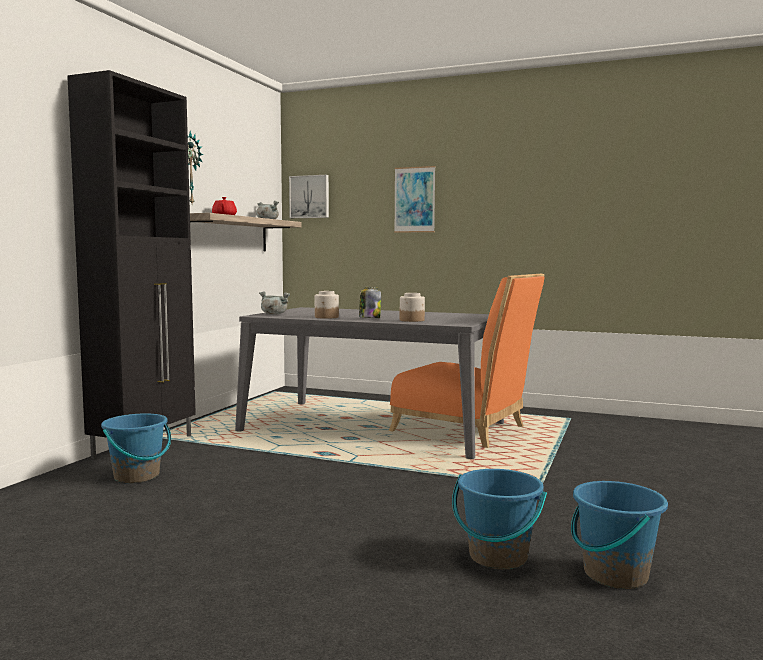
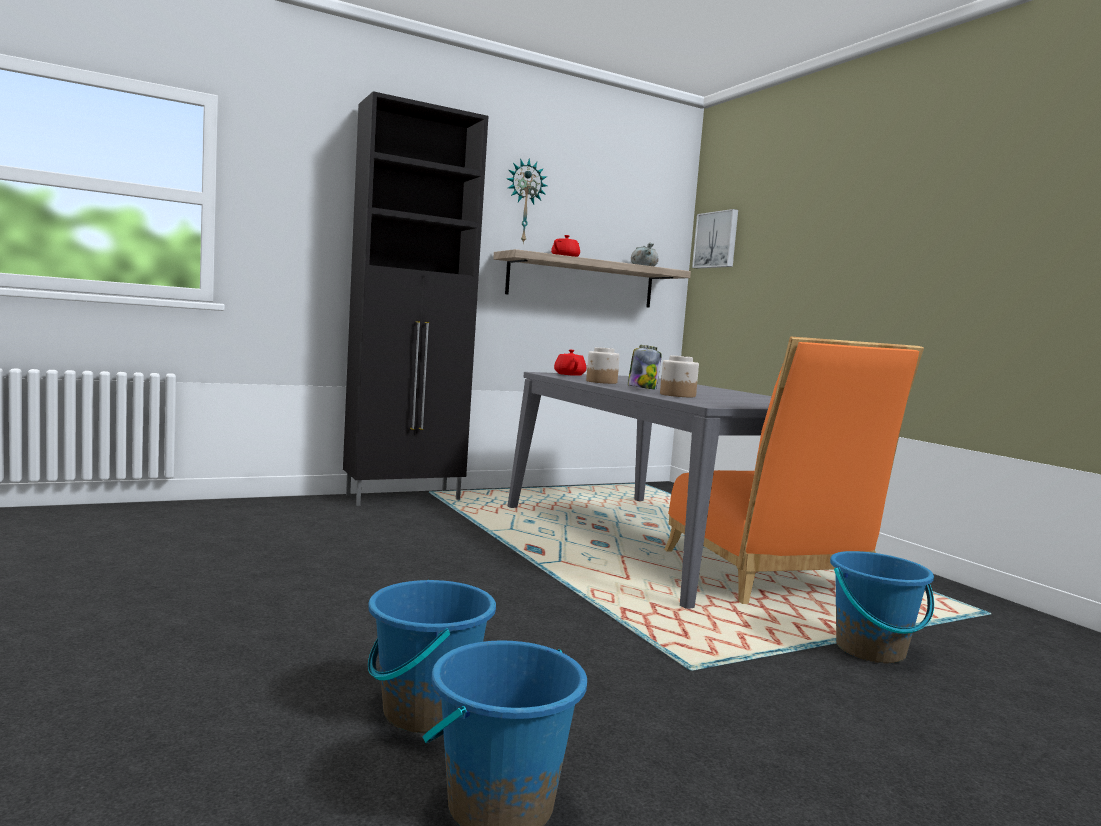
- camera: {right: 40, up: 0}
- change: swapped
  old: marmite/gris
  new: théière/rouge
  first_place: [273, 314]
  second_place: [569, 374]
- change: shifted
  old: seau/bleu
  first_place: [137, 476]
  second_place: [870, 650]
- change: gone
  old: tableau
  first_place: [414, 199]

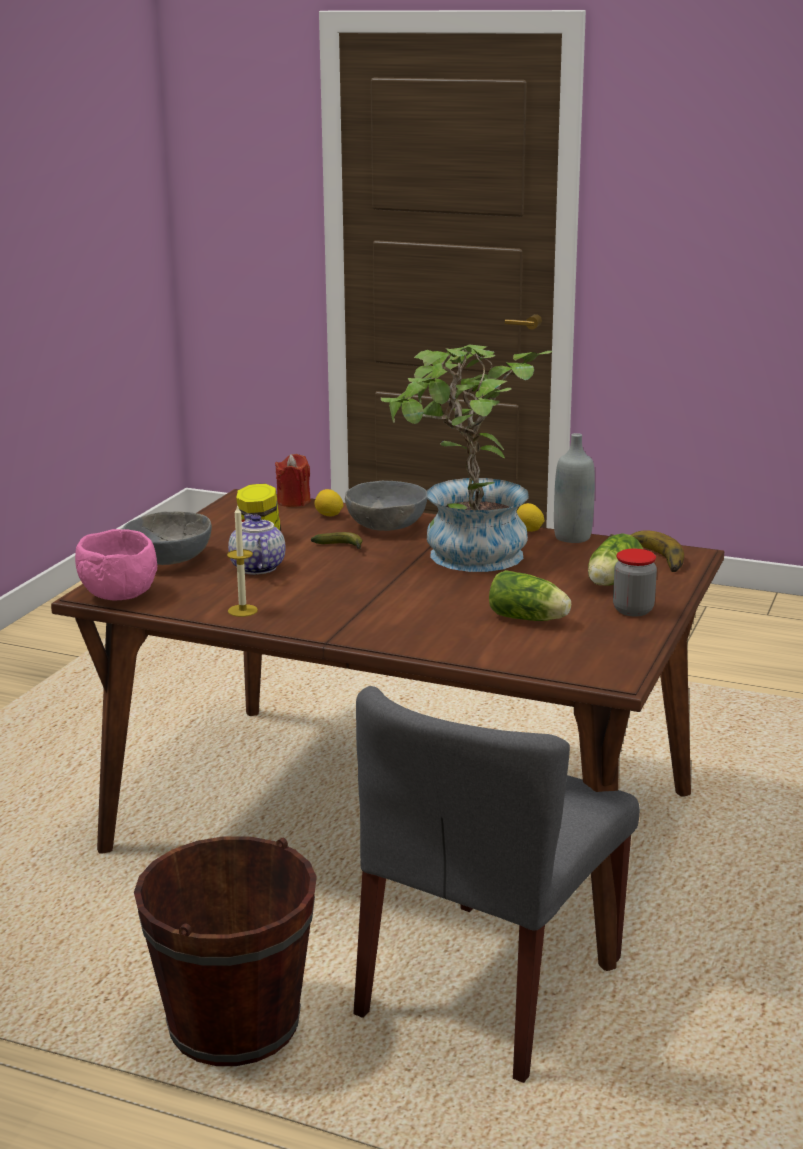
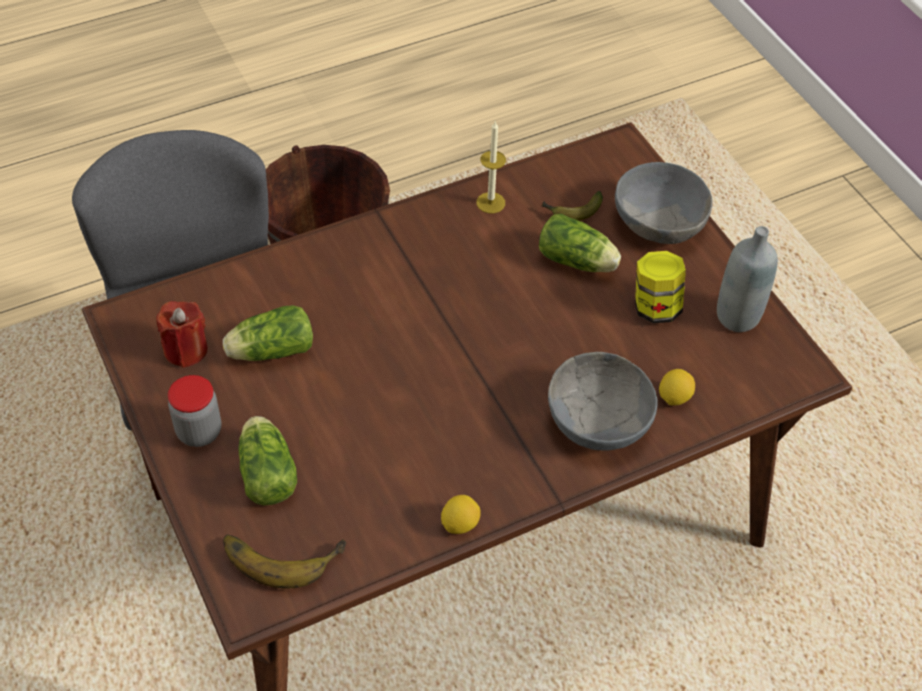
- camera: {right: 130, up: 30}
- change: shifted
  old: bougie/rouge
  first_place: [293, 502]
  second_place: [186, 350]
- change: swapped
  old: théière
  new: laitue
  first_place: [256, 568]
  second_place: [578, 262]
- change: shifted
  old: banane
  first_place: [341, 548]
  second_place: [572, 211]
- change: shifted
  old: bouteille/gris
  first_place: [572, 537]
  second_place: [737, 317]
- change: gone
  old: bol/rose
  first_place: [117, 595]
- change: gone
  old: plante en pot
  first_place: [465, 558]

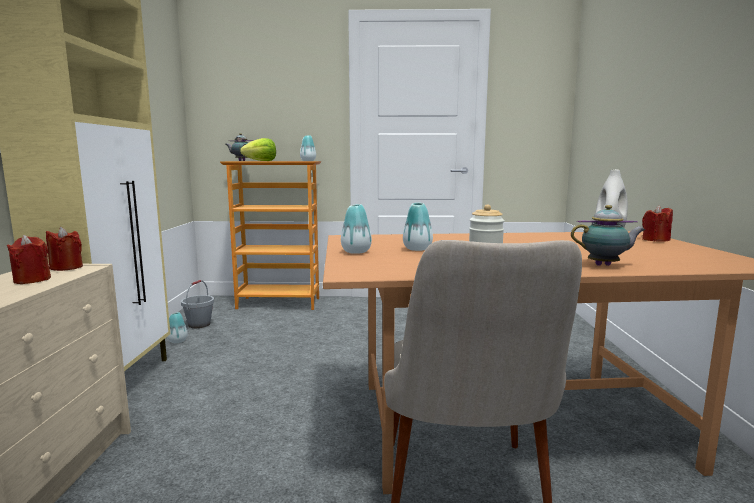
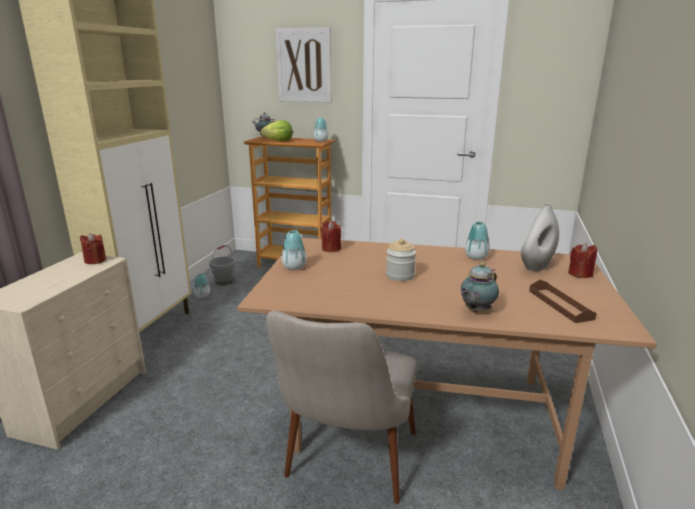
- camera: {right: 15, up: 10}
- change: new
  new: tableau
  second_place: [304, 65]
- change: shifted
  old: bougie/rouge
  first_place: [32, 280]
  second_place: [331, 248]
- change: rotated
  old: théière
  first_place: [605, 265]
  second_place: [475, 311]
  degrees: 120
- change: shifted
  old: vase
  first_place: [417, 249]
  second_place: [476, 257]
- change: new
  new: plateau/marron
  second_place: [560, 304]

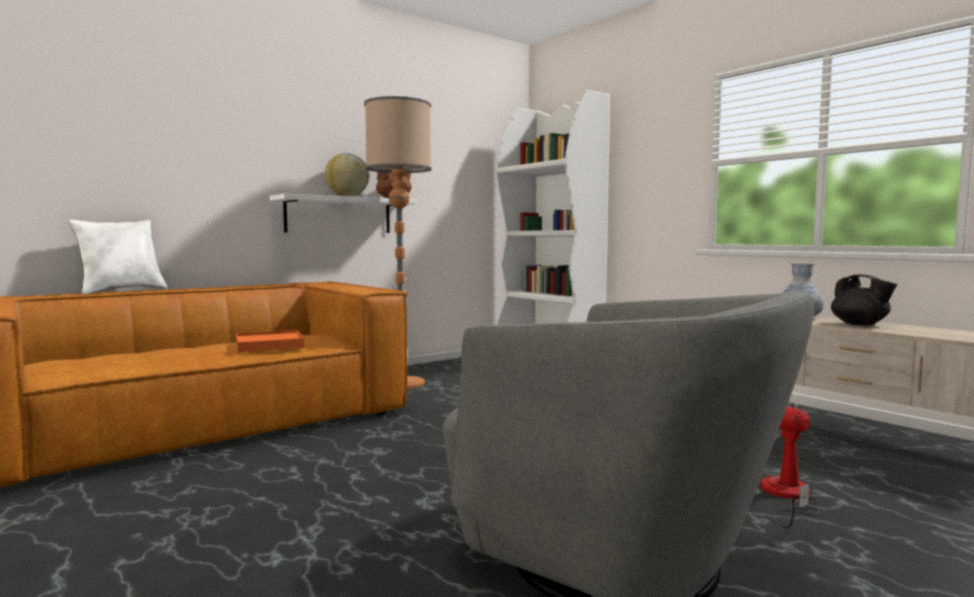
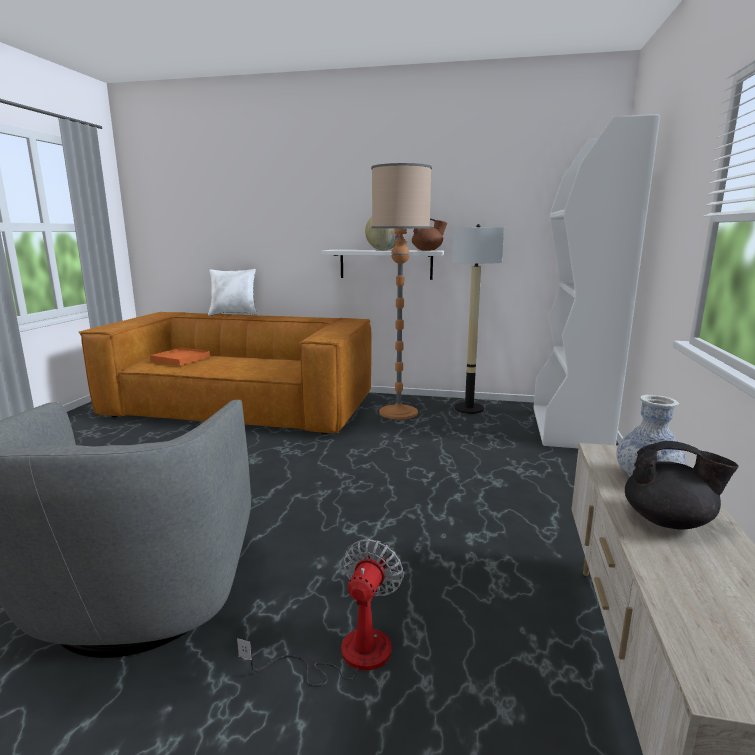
- camera: {right: 50, up: 10}
- change: shifted
  old: plateau/orange
  first_place: [269, 344]
  second_place: [181, 359]
- change: new
  new: lampadaire
  second_place: [469, 409]
- change: rotated
  old: théière/noir
  first_place: [860, 324]
  second_place: [669, 521]
  degrees: -90

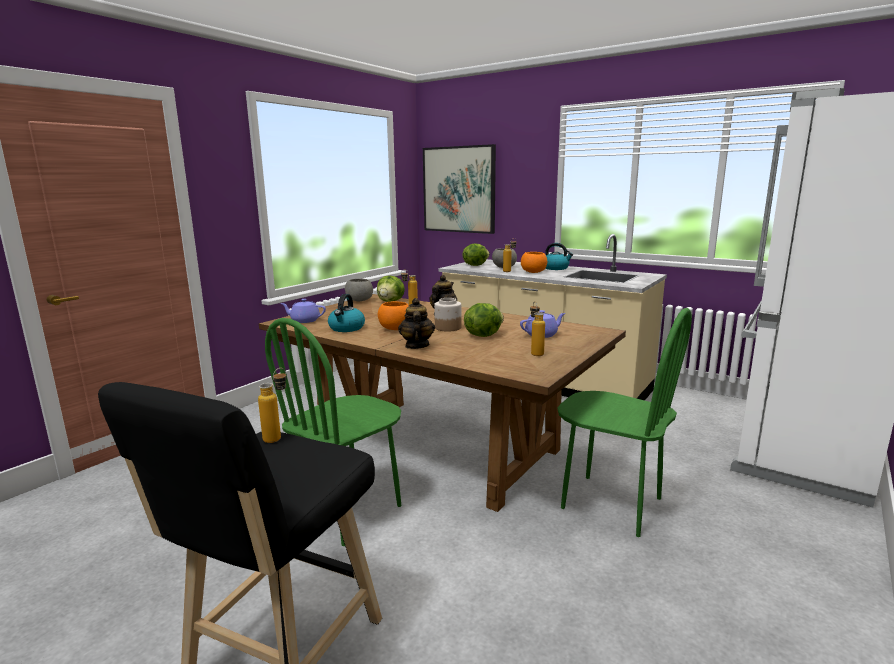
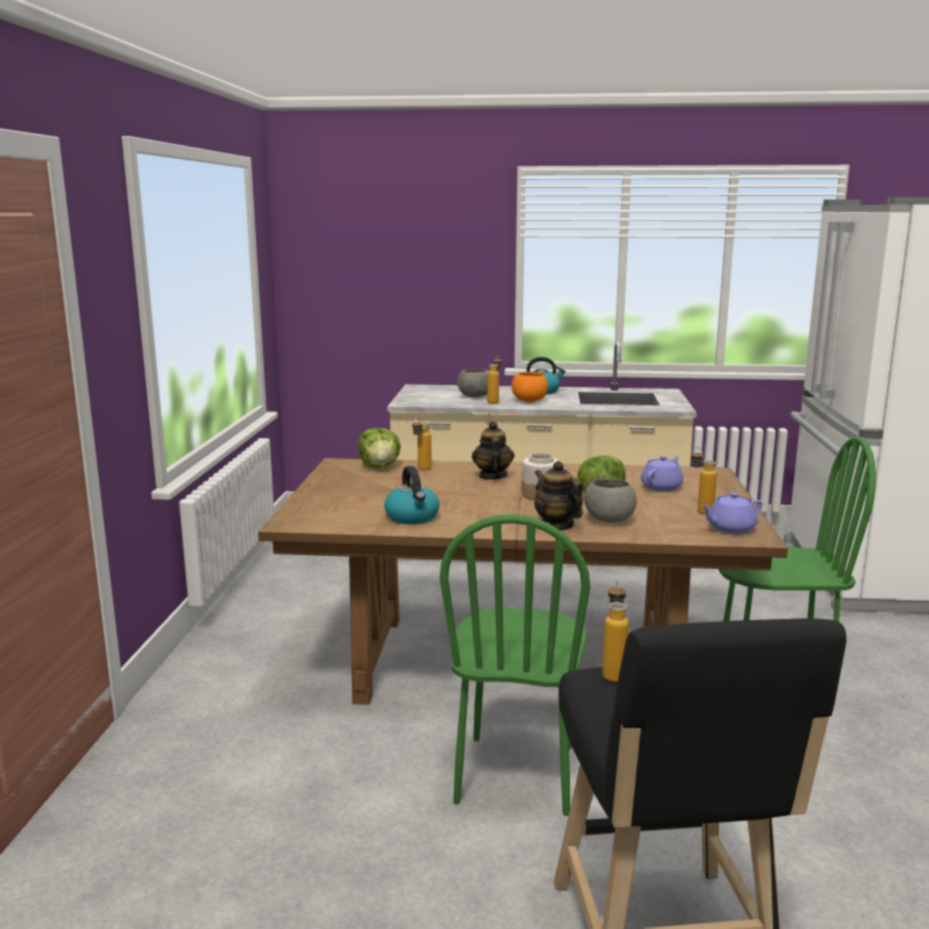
- camera: {right: -30, up: 0}
- change: shifted
  old: bol/gris
  first_place: [359, 300]
  second_place: [608, 520]
- change: shifted
  old: théière/violet
  first_place: [304, 320]
  second_place: [730, 528]
- change: gone
  old: bol/orange
  first_place: [395, 329]
- change: gone
  old: tableau
  first_place: [459, 189]
- change: gone
  old: laitue
  first_place: [475, 265]

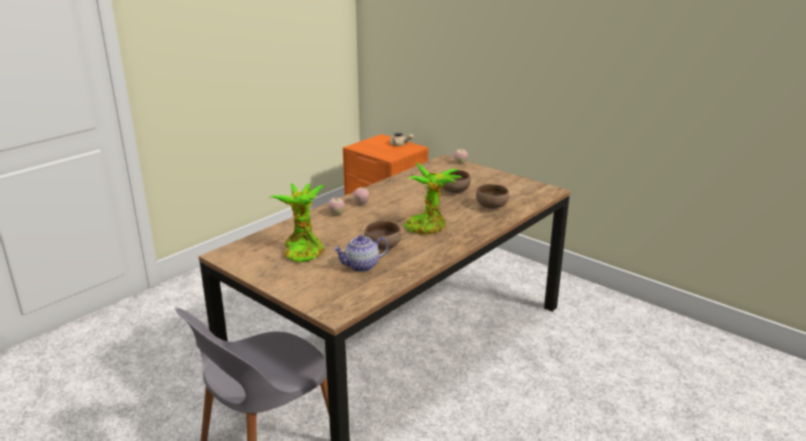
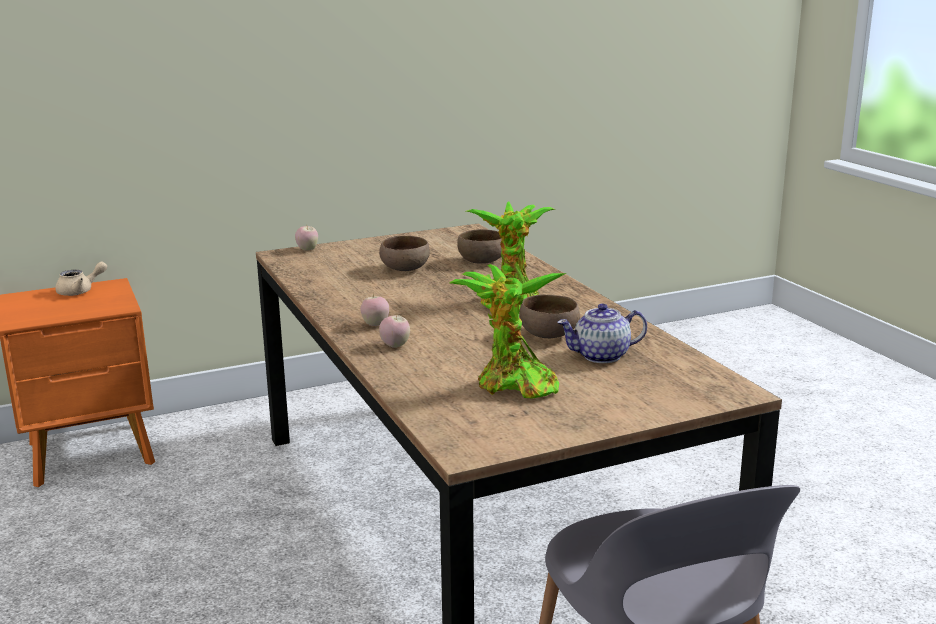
- camera: {right: -65, up: -5}
- change: rotated
  old: théière
  first_place: [361, 266]
  second_place: [601, 356]
  degrees: 75

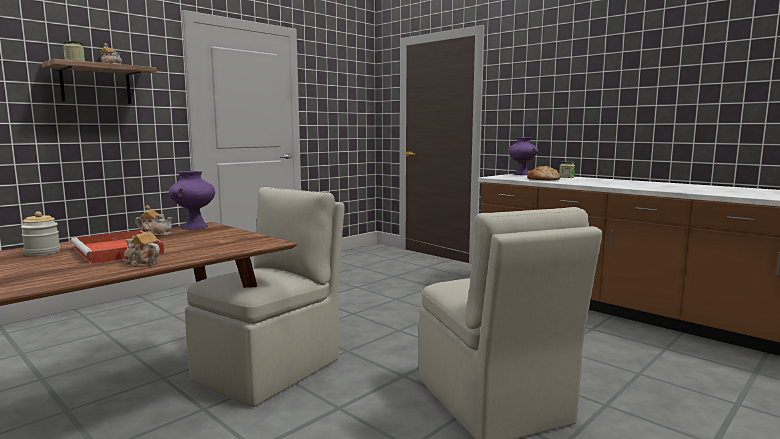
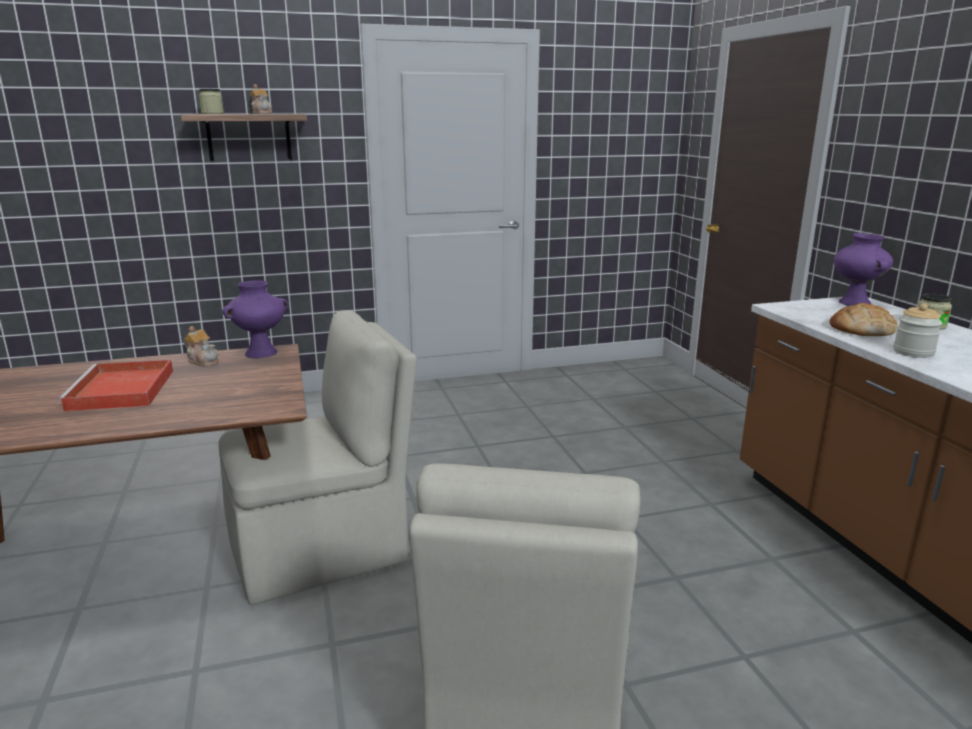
- camera: {right: 30, up: 10}
- change: shifted
  old: bocal
  first_place: [42, 252]
  second_place: [913, 352]
- change: gone
  old: théière
  first_place: [142, 263]

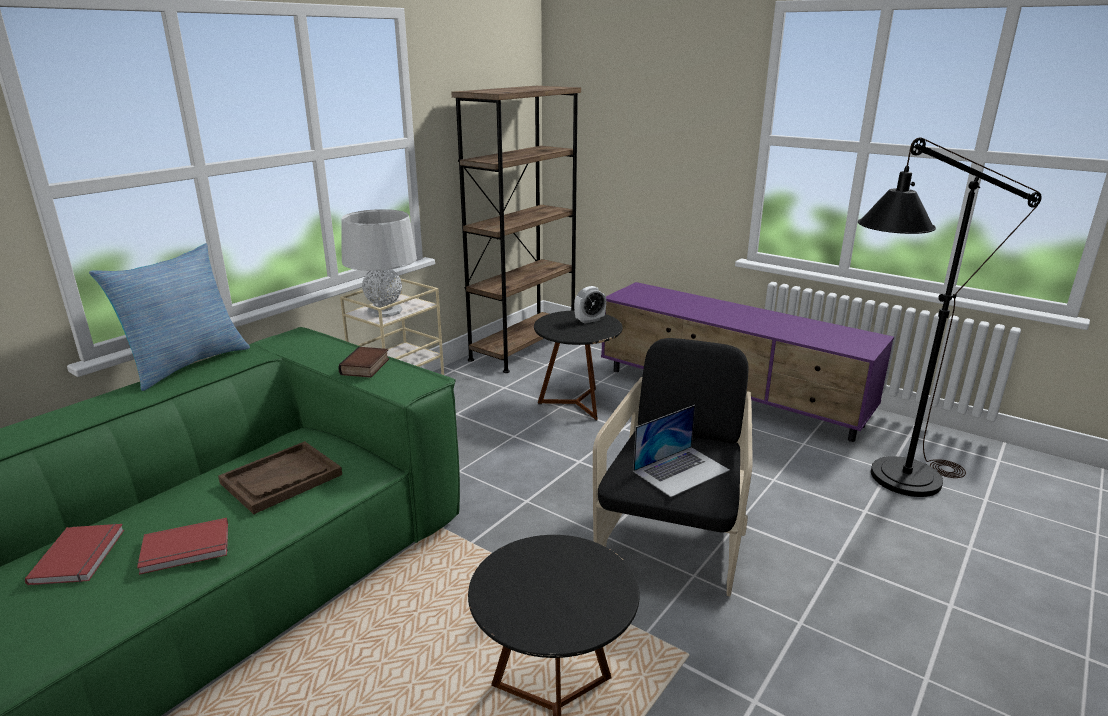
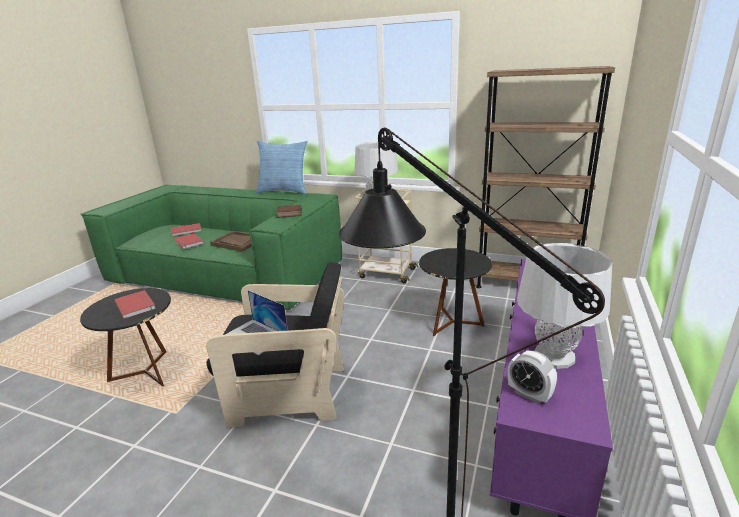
- camera: {right: 75, up: 0}
- change: new
  new: livre/rouge
  second_place: [136, 305]
- change: shifted
  old: réveil
  first_place: [589, 320]
  second_place: [529, 394]
- change: new
  new: lampe de table/gris
  second_place: [554, 356]

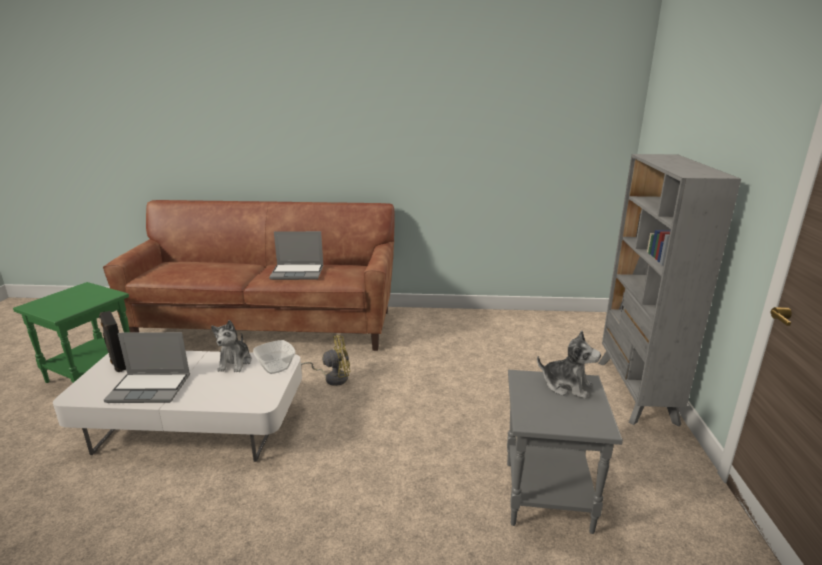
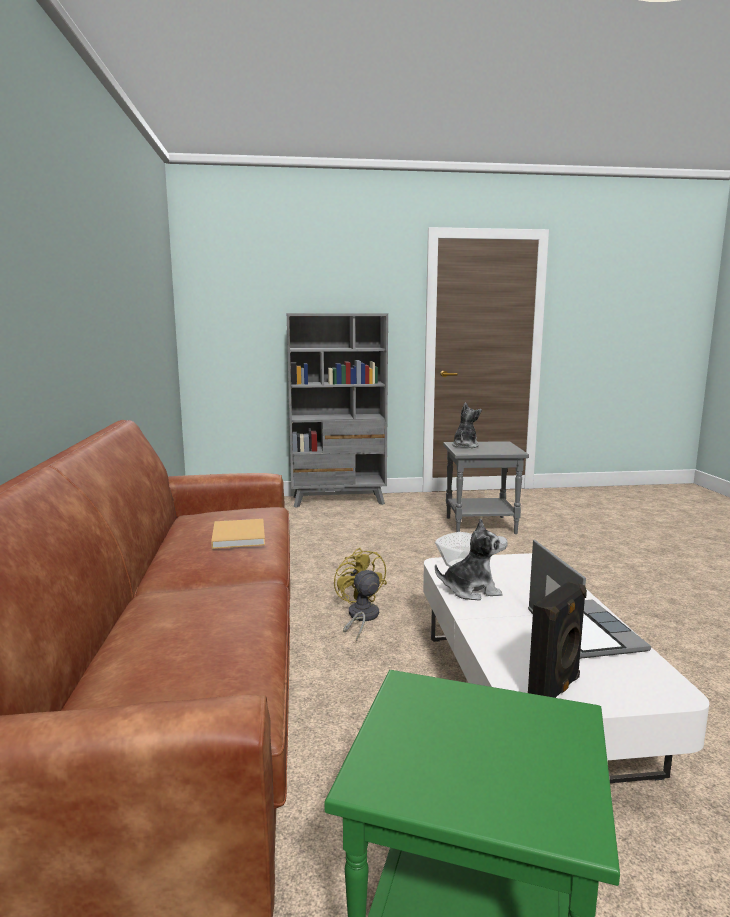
- camera: {right: -100, up: -10}
- change: swapped
  old: ordinateur portable
  new: livre/beige
  first_place: [298, 272]
  second_place: [239, 535]

